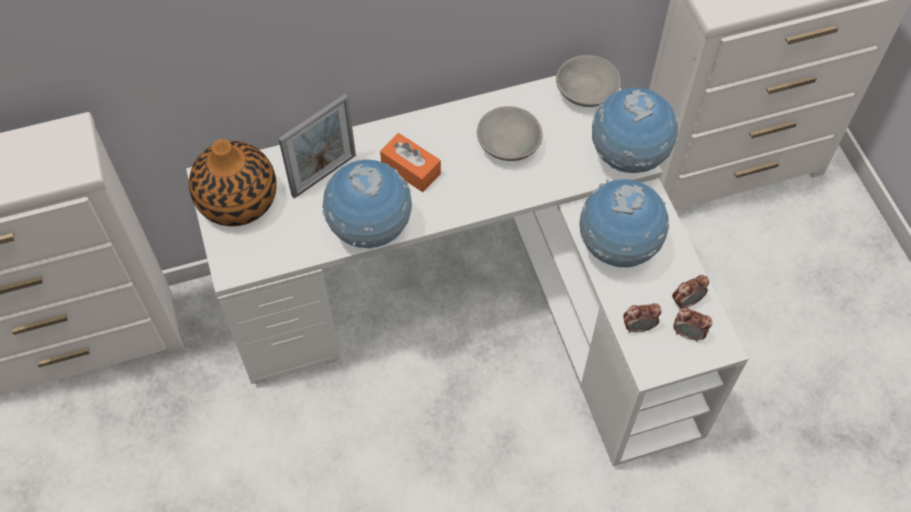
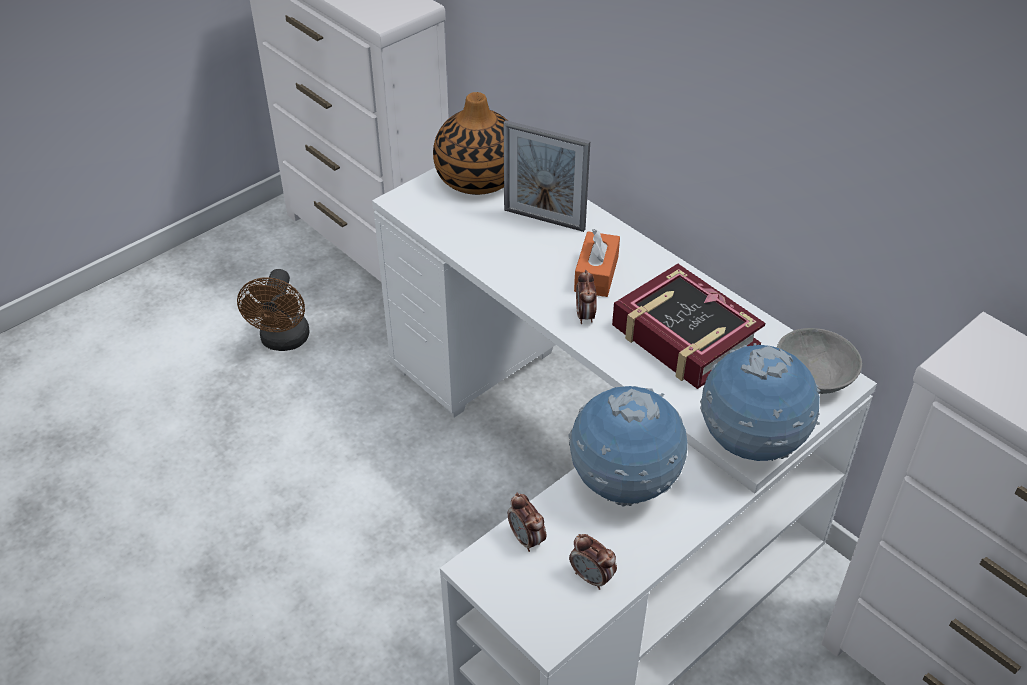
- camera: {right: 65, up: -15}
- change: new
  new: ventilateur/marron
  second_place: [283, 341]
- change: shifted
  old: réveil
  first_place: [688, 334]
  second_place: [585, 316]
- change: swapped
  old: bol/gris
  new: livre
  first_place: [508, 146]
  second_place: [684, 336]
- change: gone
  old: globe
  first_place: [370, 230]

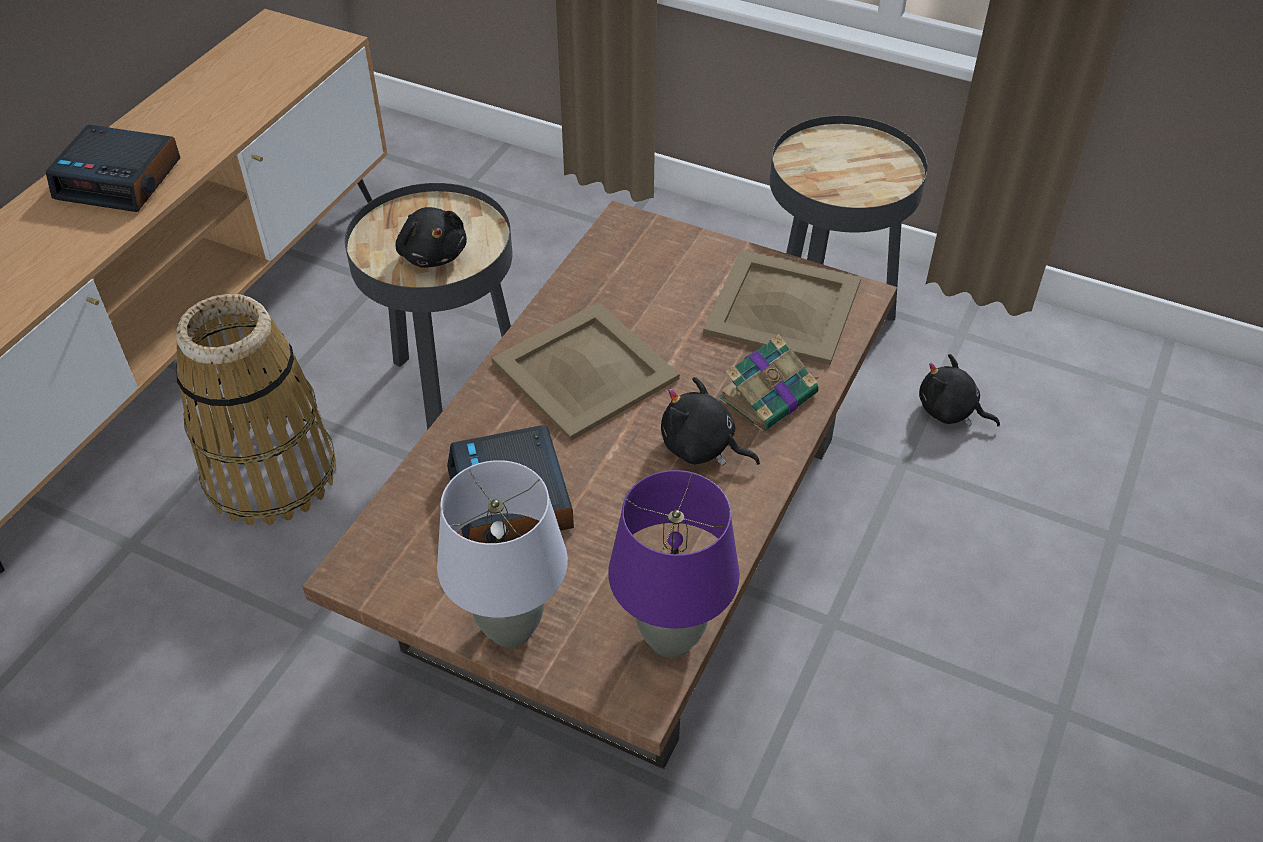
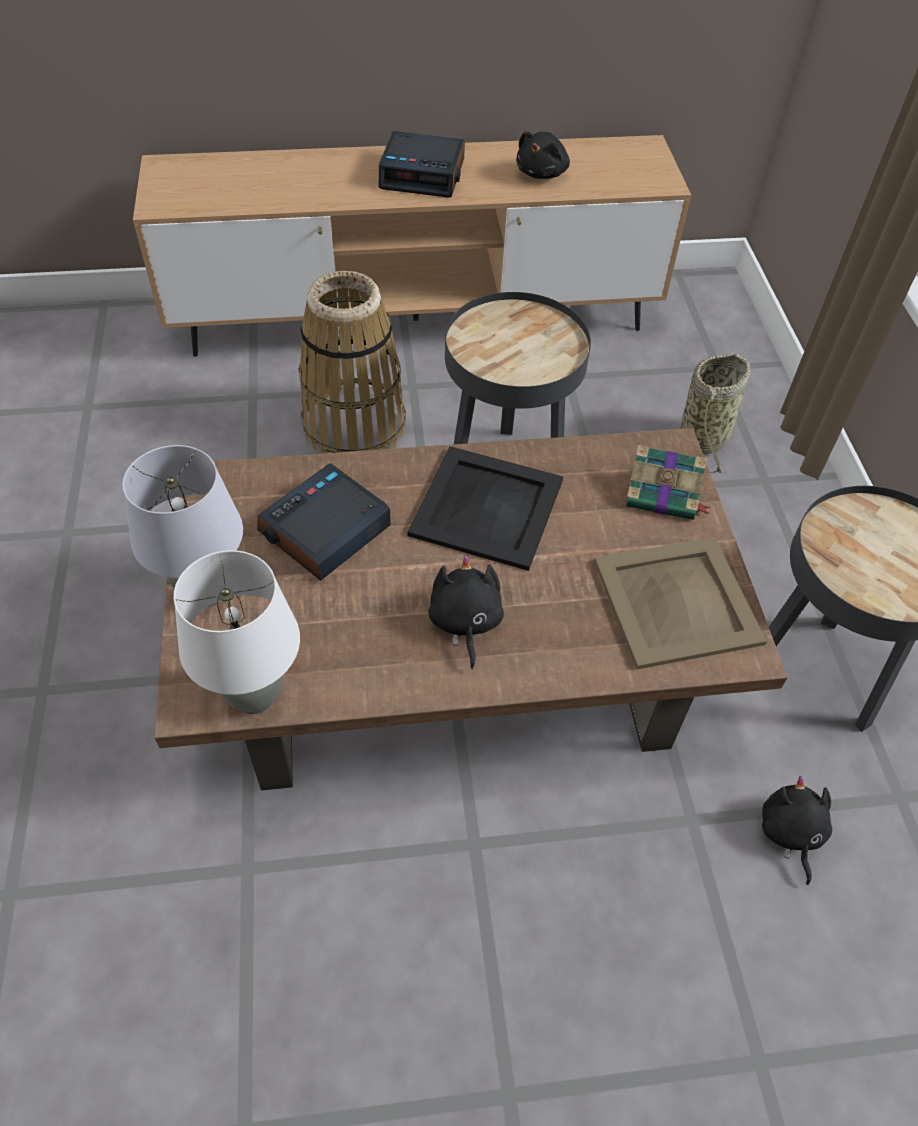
- camera: {right: 55, up: 5}
- change: repainted
  old: lampe de table/violet
  new: lampe de table/blanc
  first_place: [670, 639]
  second_place: [255, 696]
- change: rotated
  old: réveil
  first_place: [120, 179]
  second_place: [423, 174]
  degrees: -60
- change: repainted
  old: plateau/beige
  new: plateau/noir
  first_place: [585, 369]
  second_place: [488, 507]
- change: shifted
  old: peluche/noir
  first_place: [433, 254]
  second_place: [542, 173]
- change: shifted
  old: livre
  first_place: [769, 395]
  second_place: [664, 494]
- change: new
  new: panier
  second_place: [705, 436]

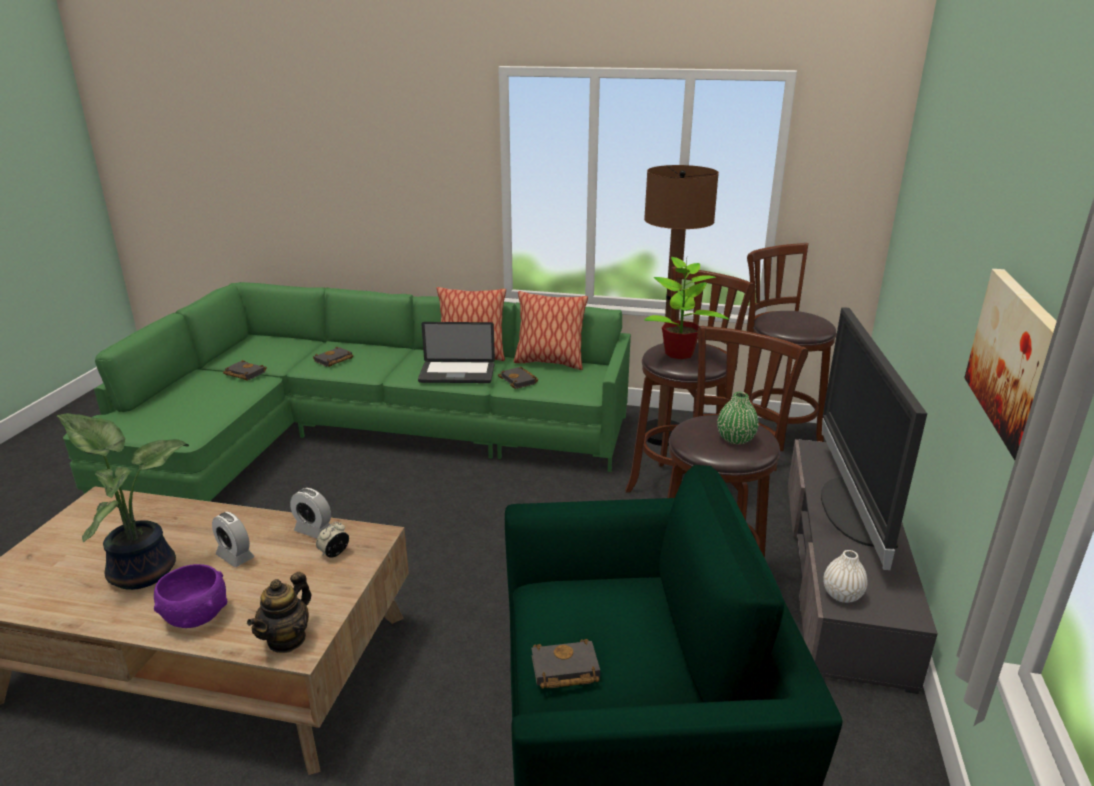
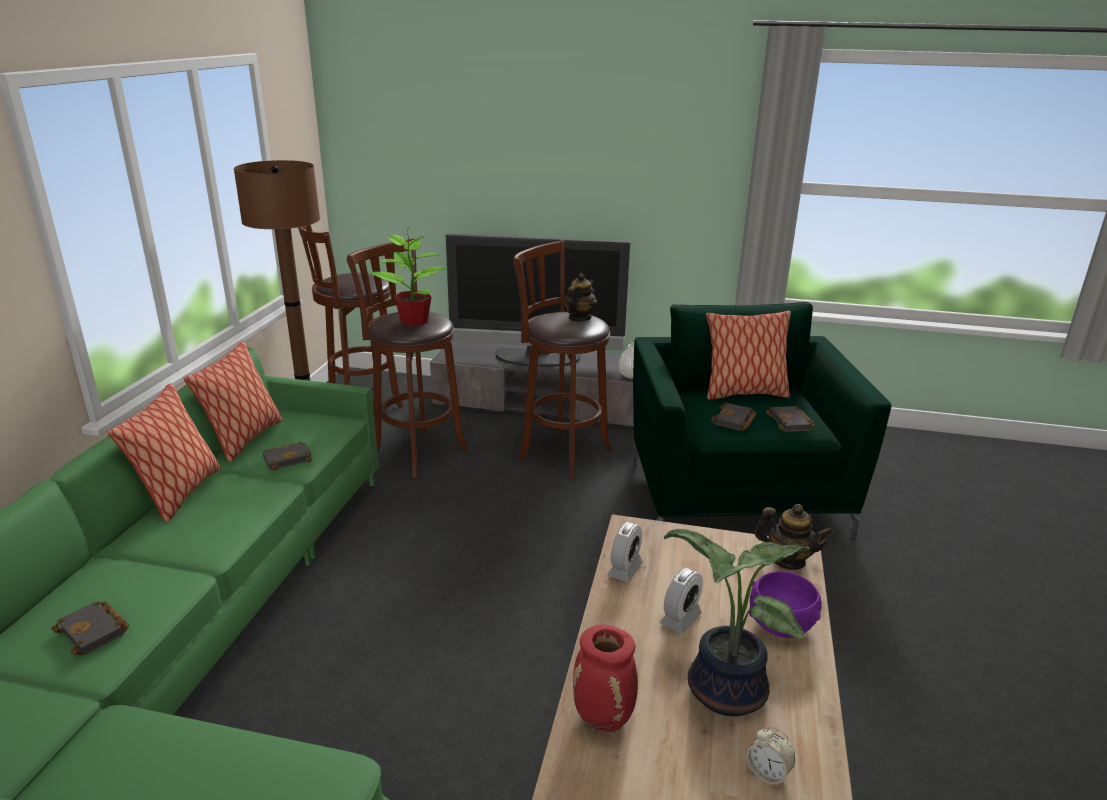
- camera: {right: -90, up: 0}
- change: swapped
  old: vase/vert
  new: théière
  first_place: [735, 439]
  second_place: [579, 318]
- change: new
  new: vase/rouge
  second_place: [604, 719]
- change: new
  new: coussin
  second_place: [744, 393]
- change: shifted
  old: livre/noir
  first_place: [243, 374]
  second_place: [734, 421]
- change: shifted
  old: réveil
  first_place: [334, 553]
  second_place: [767, 773]
- change: gone
  old: ordinateur portable
  first_place: [457, 374]
- change: gone
  old: tableau
  first_place: [1017, 361]

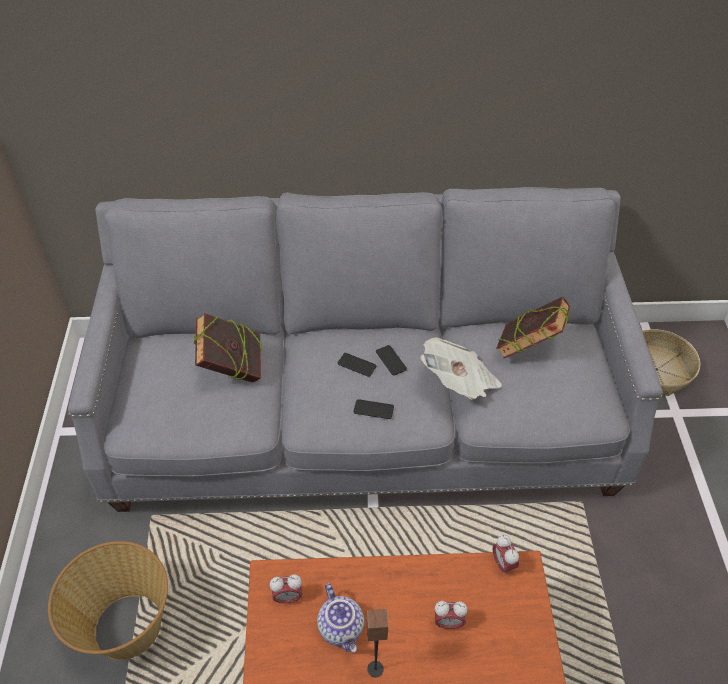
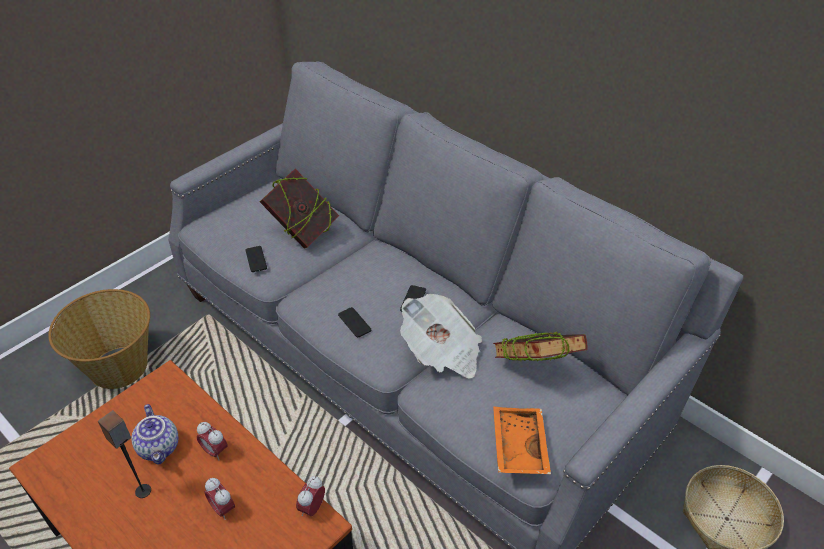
- camera: {right: 45, up: -5}
- change: rotated
  old: théière
  first_place: [342, 628]
  second_place: [160, 447]
  degrees: -45
- change: shifted
  old: réveil
  first_place: [288, 597]
  second_place: [215, 451]
- change: shifted
  old: téléphone
  first_place: [356, 365]
  second_place: [256, 259]
- change: new
  new: plateau/orange
  second_place: [517, 446]

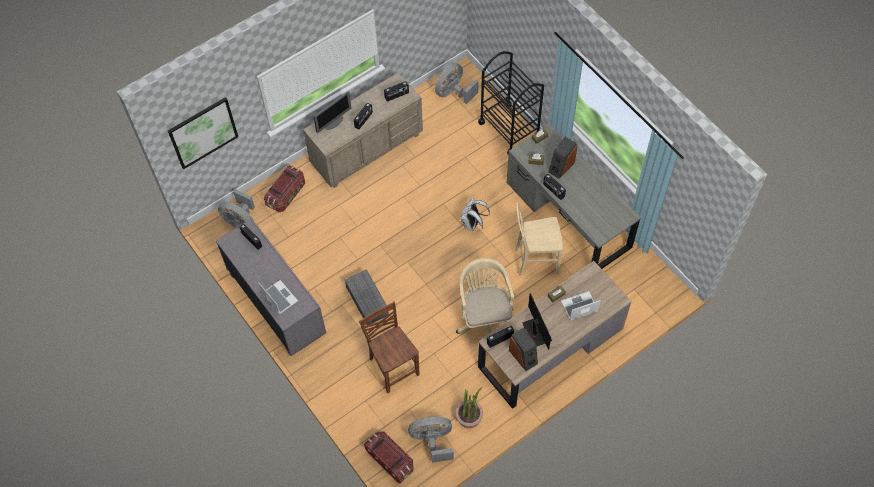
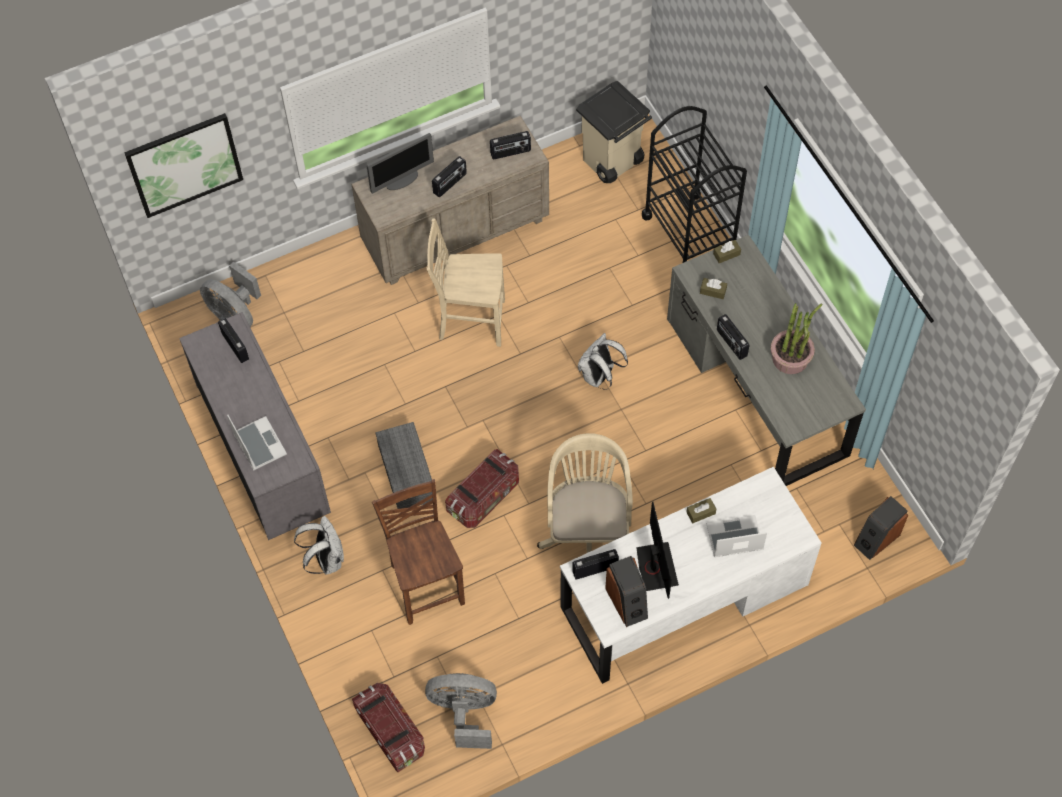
- camera: {right: 10, up: 0}
- change: new
  new: sac à dos/blanc
  second_place: [326, 559]
- change: shifted
  old: chaise/beige
  first_place: [535, 260]
  second_place: [470, 320]
- change: shifted
  old: boîte de rangement
  first_place: [286, 194]
  second_place: [484, 497]
- change: repainted
  old: bureau/marron
  new: bureau/blanc
  first_place: [550, 347]
  second_place: [684, 596]
- change: swapped
  old: ventilateur/gris
  new: poubelle/beige
  first_place: [453, 93]
  second_place: [612, 162]
- change: shifted
  old: plante en pot
  first_place: [469, 417]
  second_place: [790, 358]
- change: shifted
  old: enceinte
  first_place: [561, 166]
  second_place: [876, 539]

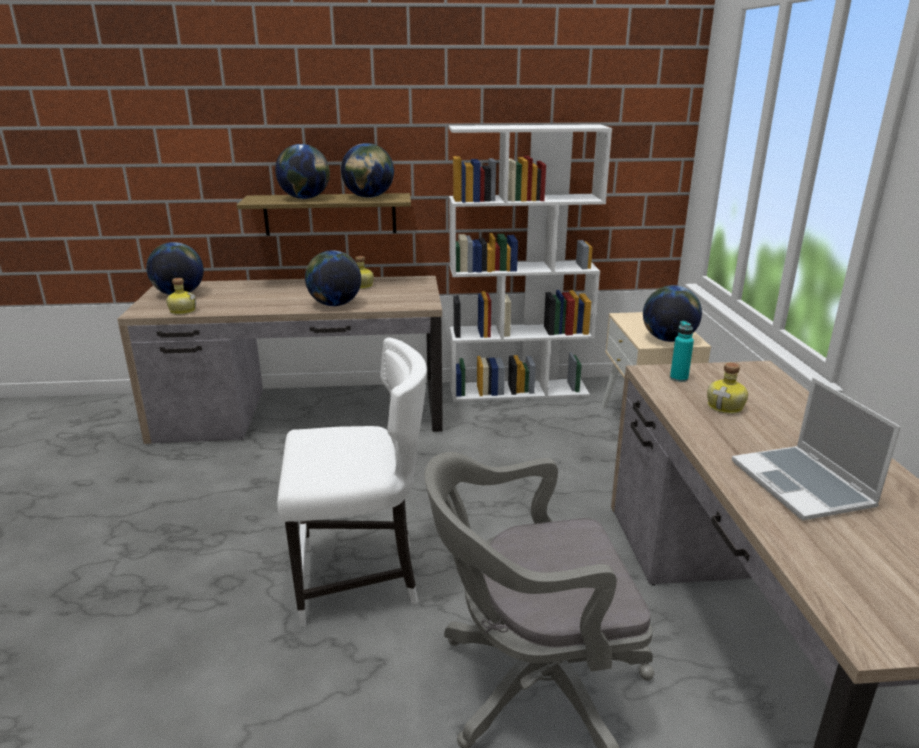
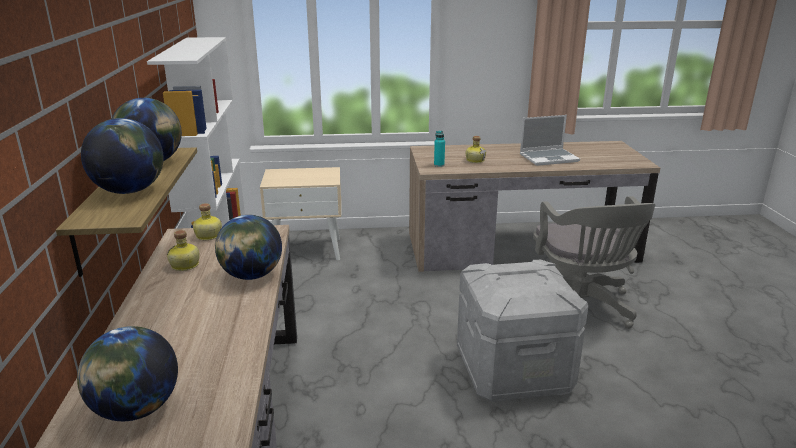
- camera: {right: -90, up: 0}
- change: shifted
  old: bouteille
  first_place: [182, 311]
  second_place: [207, 236]
- change: swapped
  old: chaise/blanc
  new: boîte de rangement/gris
  first_place: [361, 578]
  second_place: [514, 371]
- change: gone
  old: globe
  first_place: [668, 339]

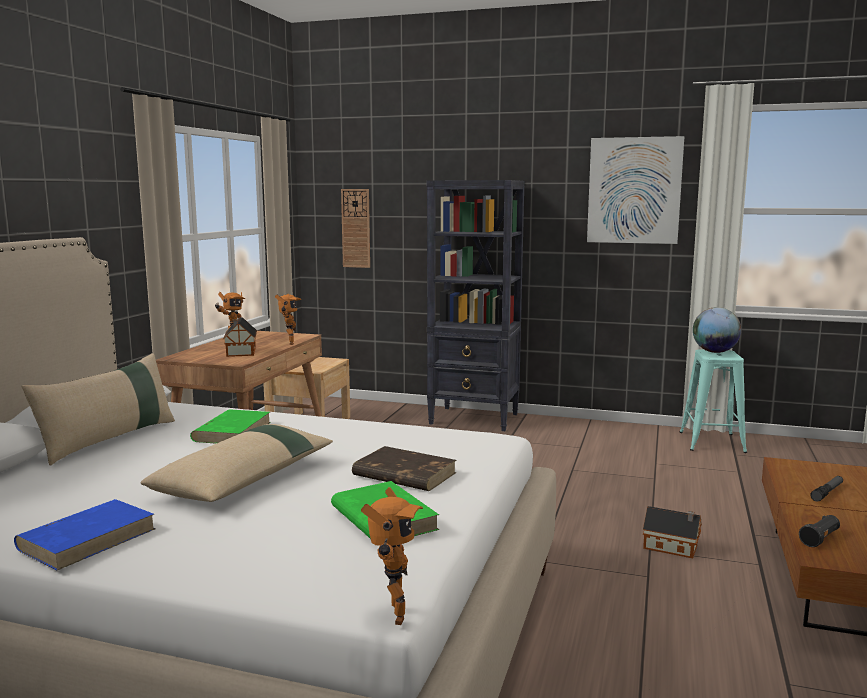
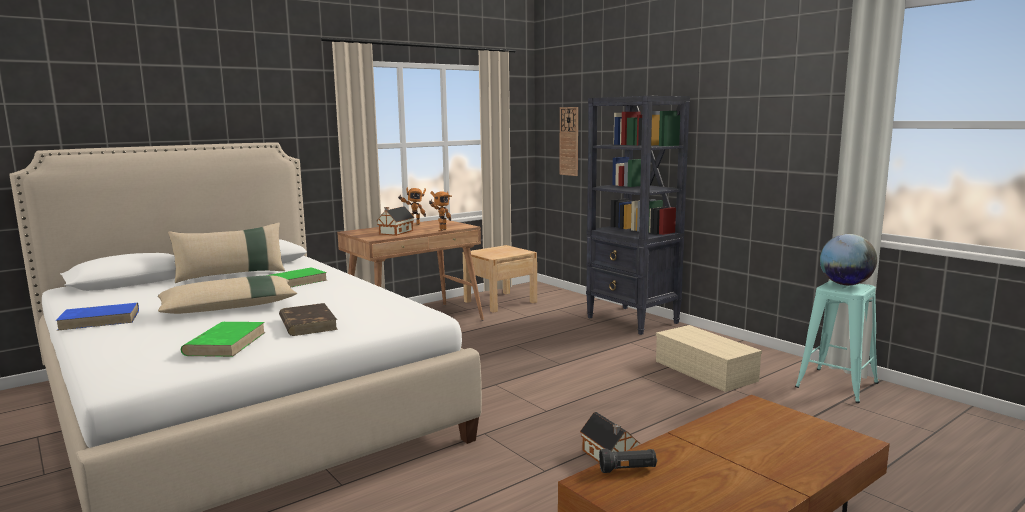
- camera: {right: 35, up: 0}
- change: new
  new: boîte de rangement/beige
  second_place: [707, 371]
- change: gone
  old: robot jouet
  first_place: [391, 615]
- change: gone
  old: tableau
  first_place: [634, 190]
- change: gone
  old: lampe de poche
  first_place: [827, 492]

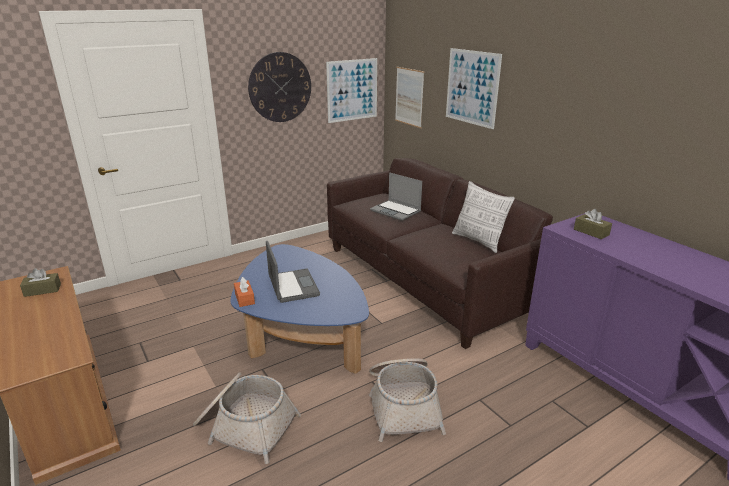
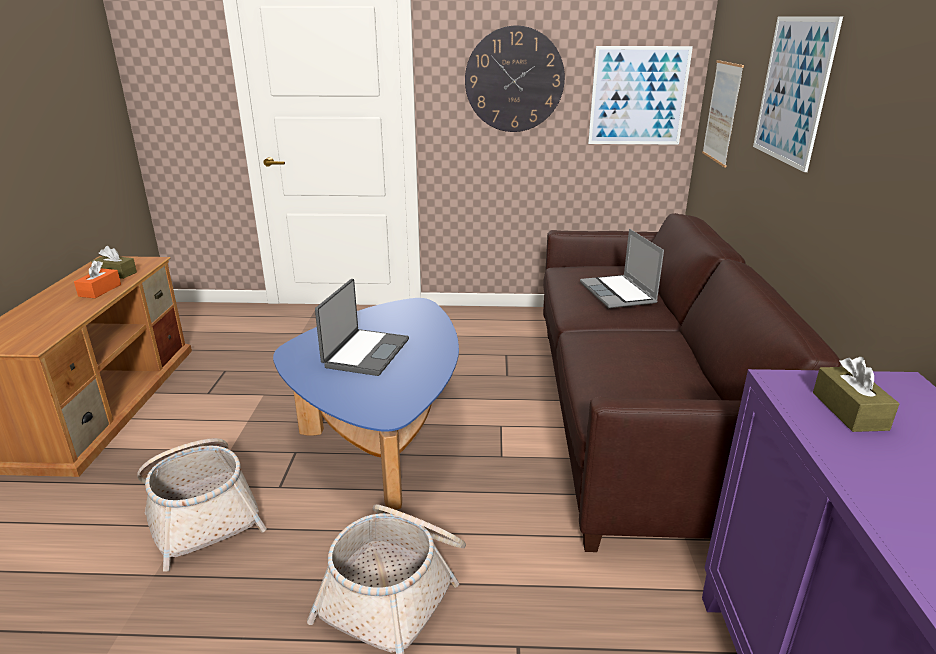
- camera: {right: 35, up: 0}
- change: shifted
  old: boîte à mouchoirs/orange
  first_place: [244, 298]
  second_place: [100, 290]
- change: gone
  old: coussin
  first_place: [478, 241]

